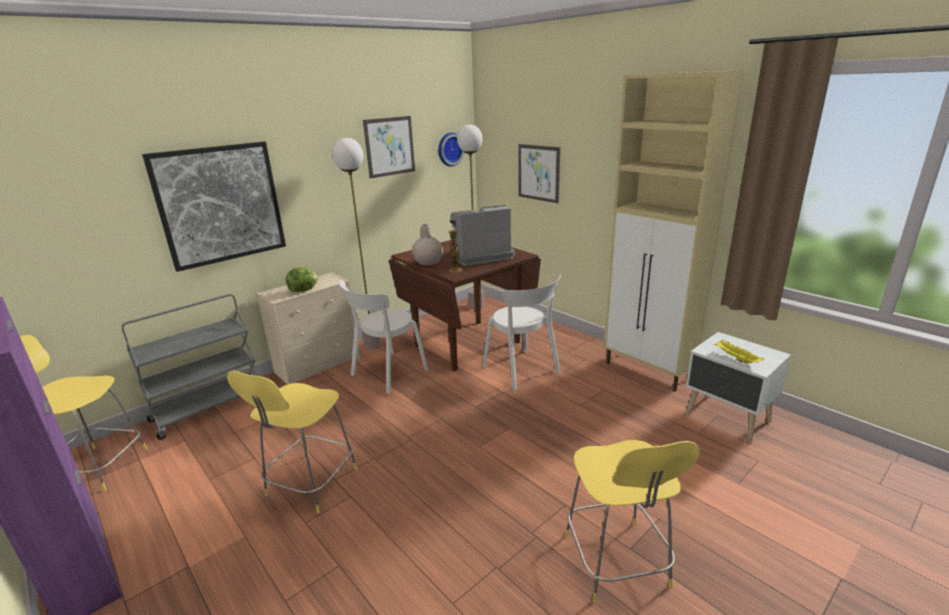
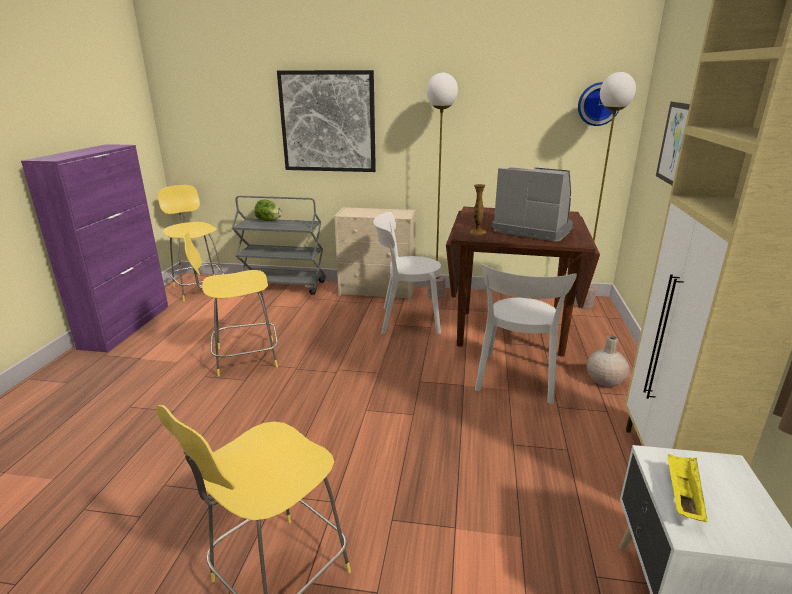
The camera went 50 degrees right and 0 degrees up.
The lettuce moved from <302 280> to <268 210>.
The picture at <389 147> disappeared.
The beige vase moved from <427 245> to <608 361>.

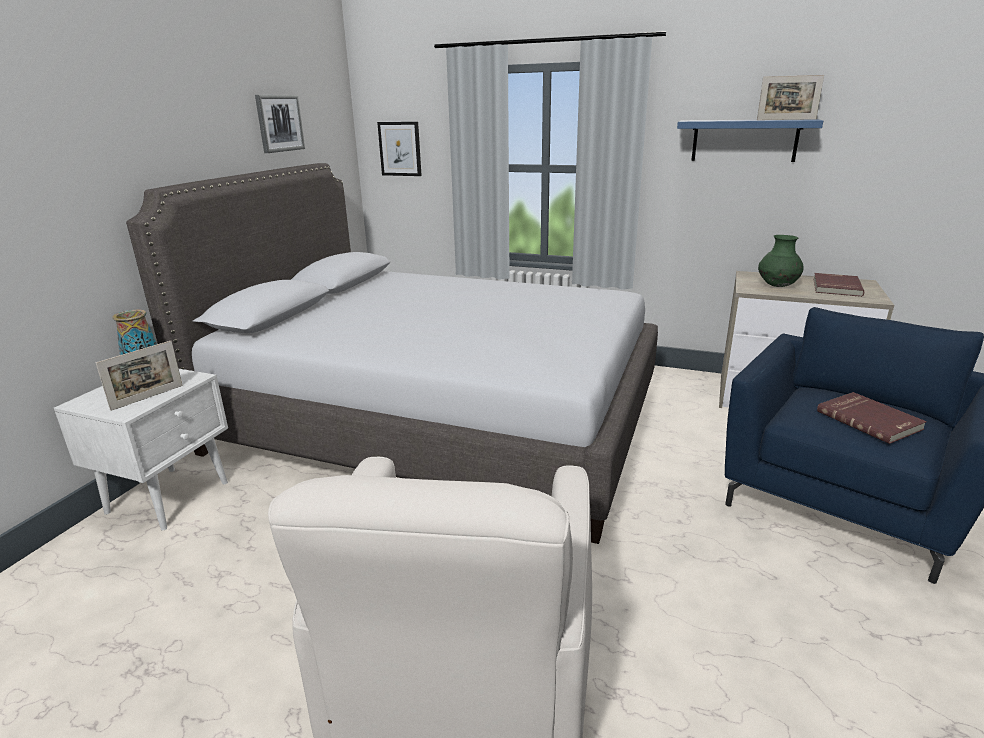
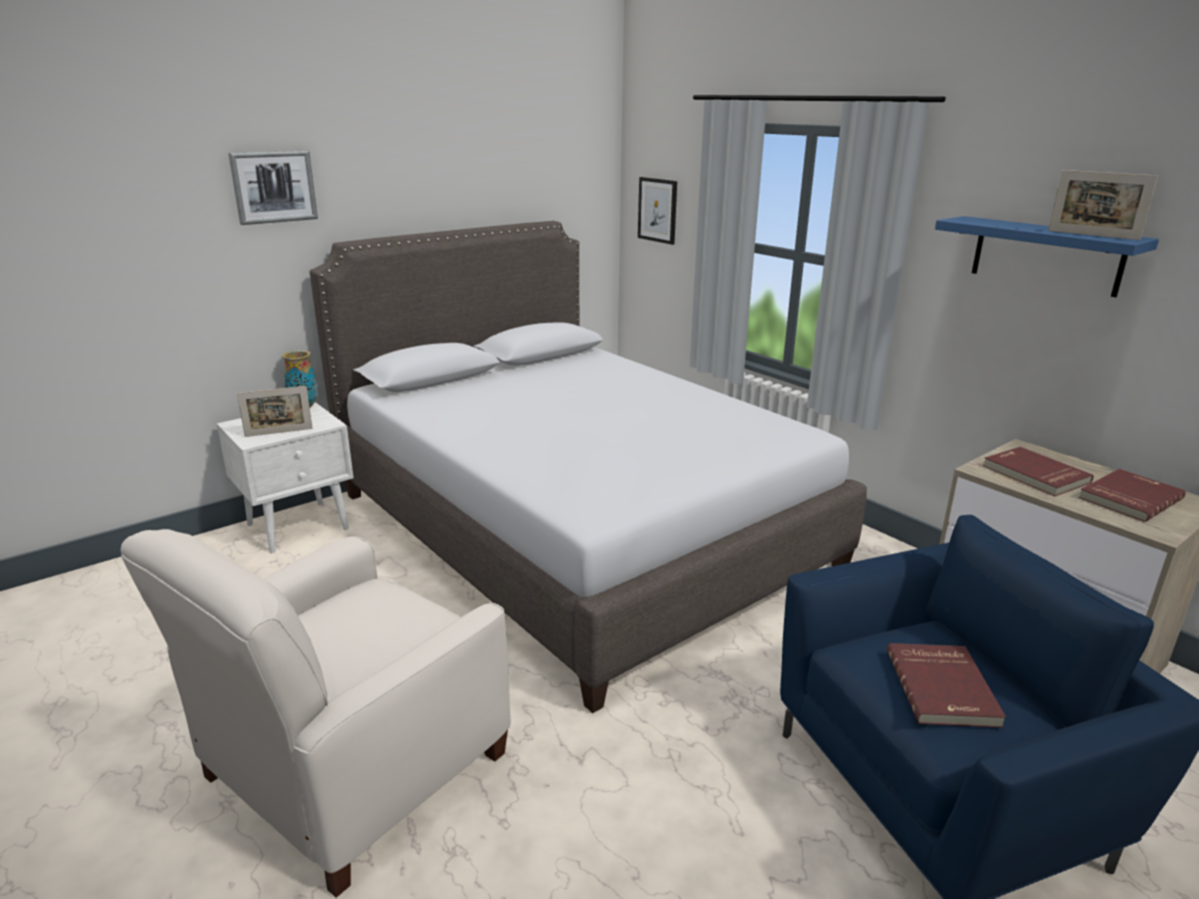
The camera went 30 degrees right and 0 degrees up.
The picture moved from <280 124> to <273 188>.
The green vase at <781 261> was replaced by the red book at <1038 471>.

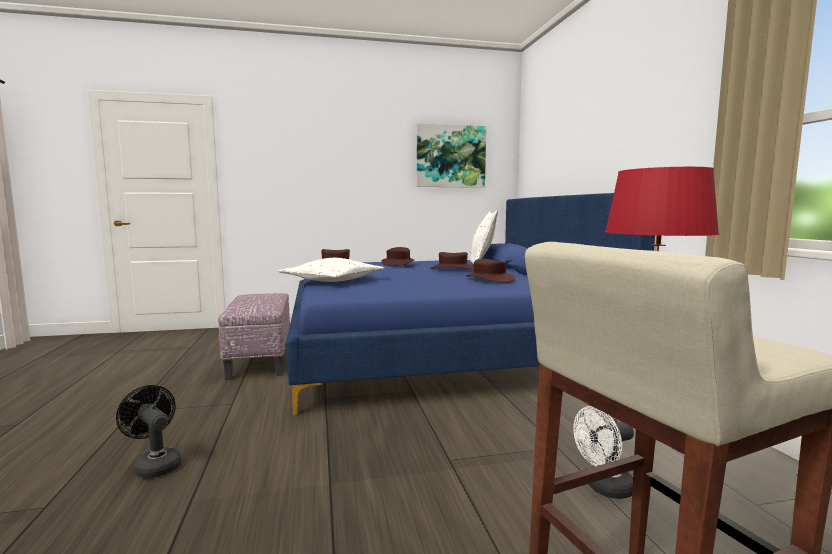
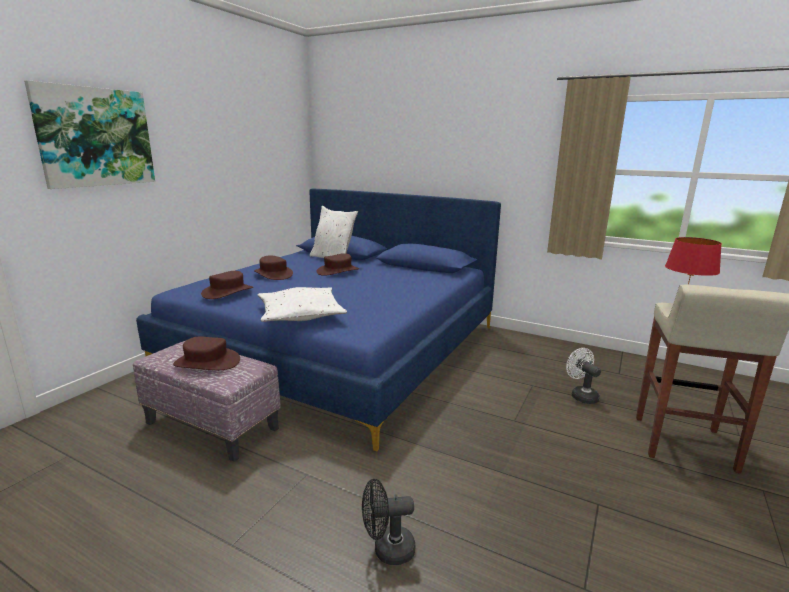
The camera went 50 degrees left and 10 degrees up.
The picture moved from <451 155> to <89 134>.
The brown hat moved from <490 271> to <206 353>.
The white fan at <603 452> turned 135 degrees clockwise.

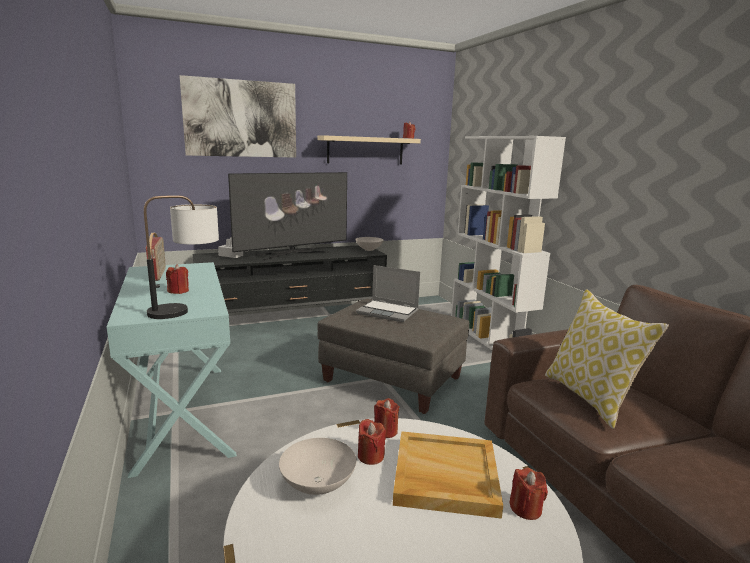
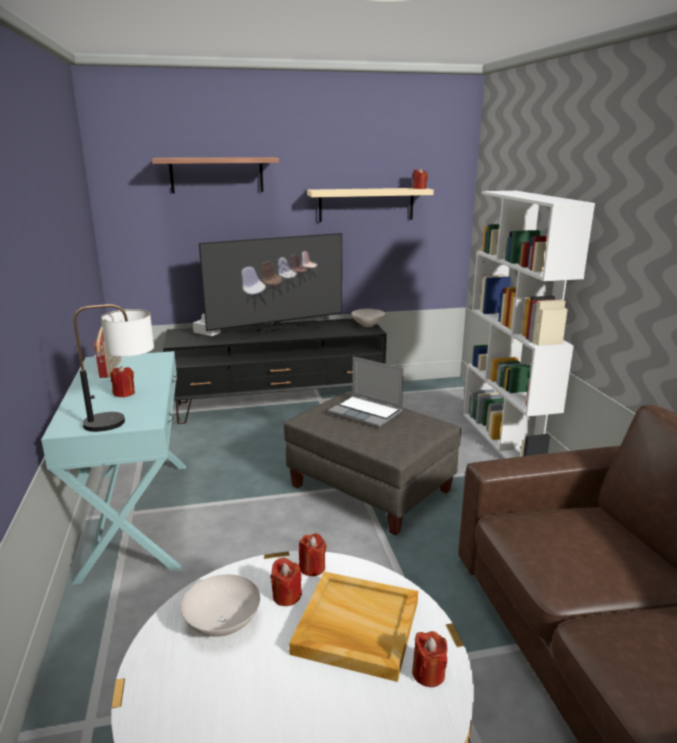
The camera went 10 degrees right and 5 degrees up.
The picture at <237 116> was replaced by the shelf at <215 175>.
The pillow at <607 359> disappeared.

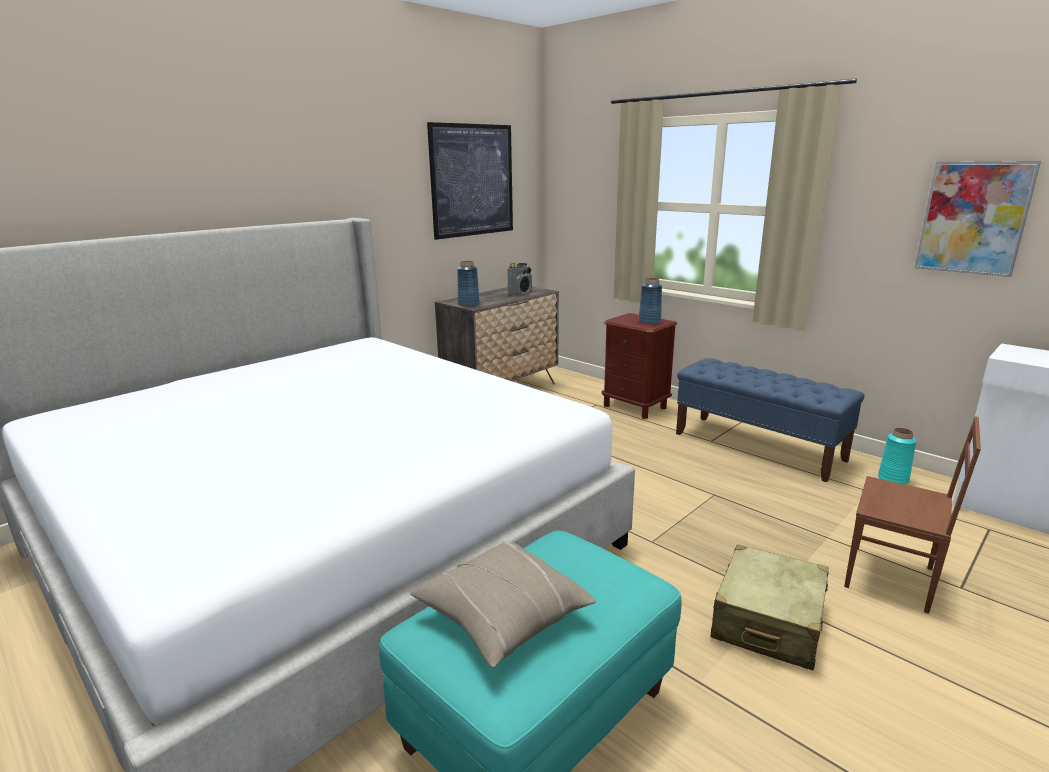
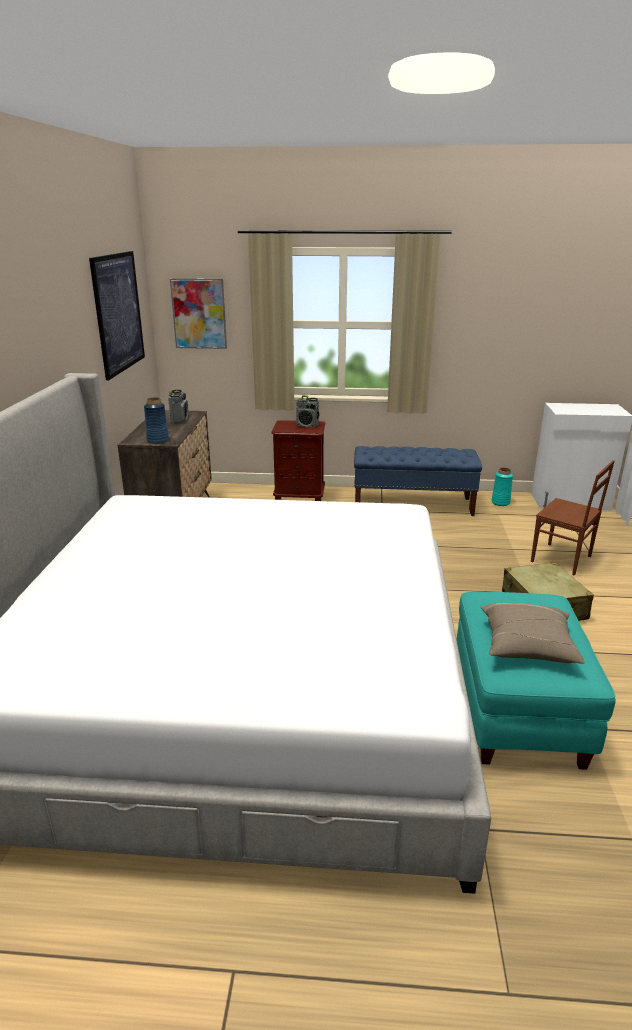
The camera went 40 degrees left and 5 degrees up.
The blue vase at <650 301> was replaced by the radio at <307 411>.
The brown chair at <912 515> turned 45 degrees clockwise.
The picture moved from <978 219> to <198 313>.

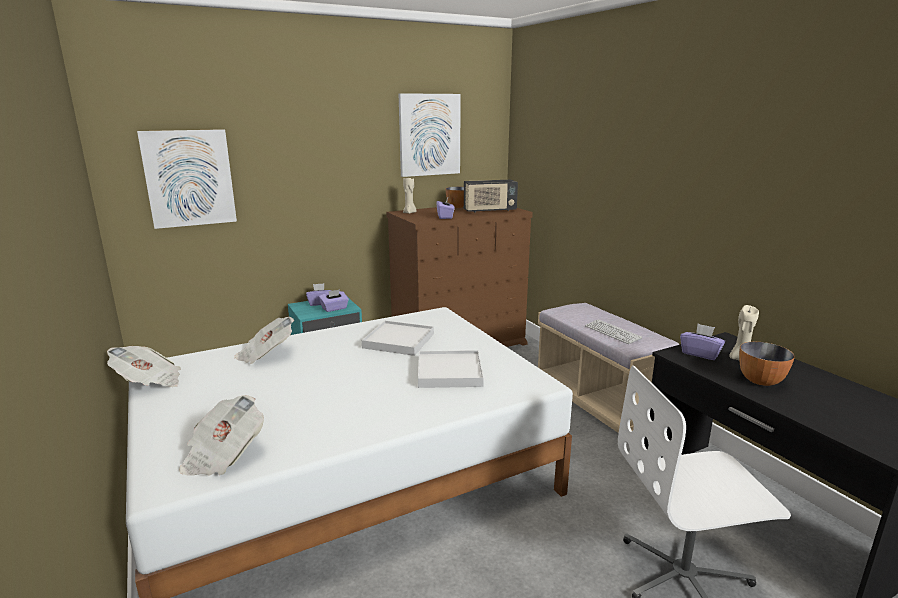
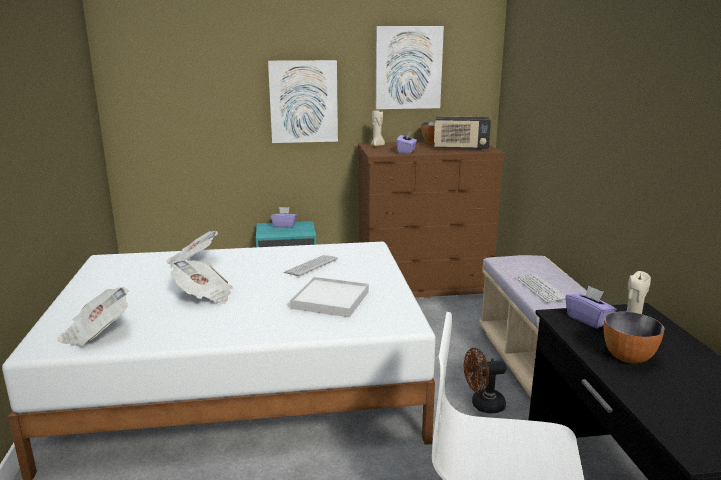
The camera went 20 degrees right and 0 degrees up.
The newspaper moved from <144 366> to <201 282>.
The picture moved from <187 179> to <303 101>.
The purple tissue box at <334 301> disappeared.
The white tray at <398 338> was replaced by the keyboard at <311 266>.
The brown fan at <485 381> appeared.

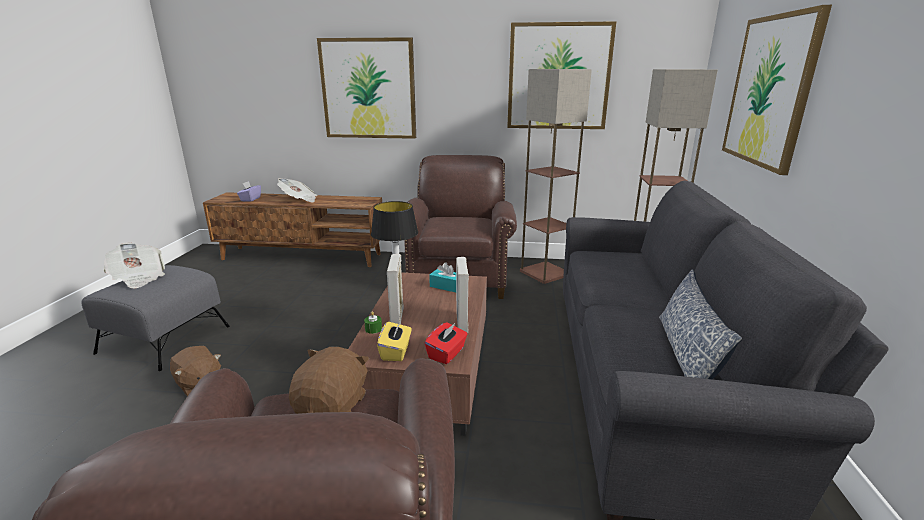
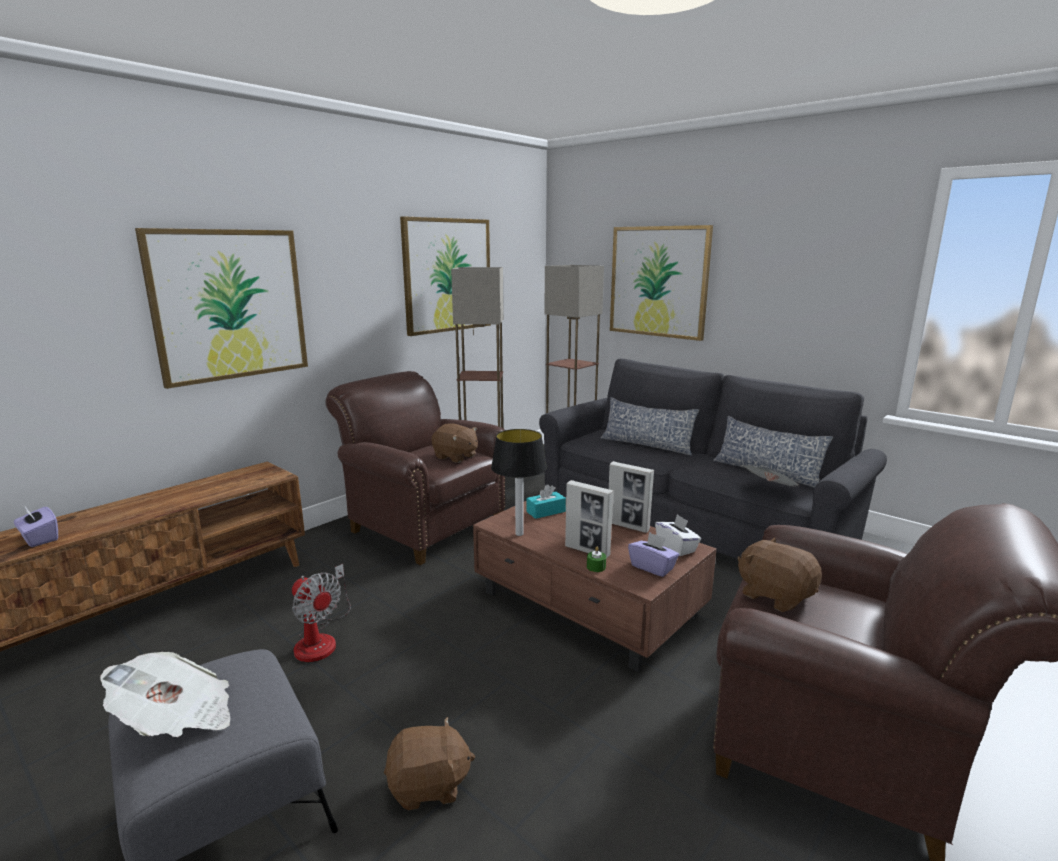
The camera went 55 degrees left and 5 degrees down.
The newspaper moved from <297 190> to <770 475>.
The yellow tissue box at <394 340> became the purple tissue box at <653 554>.
The red tissue box at <446 343> became the white tissue box at <678 535>.
The fan at <321 613> appeared.
The brown plush toy at <455 443> appeared.
The pillow at <649 426> appeared.

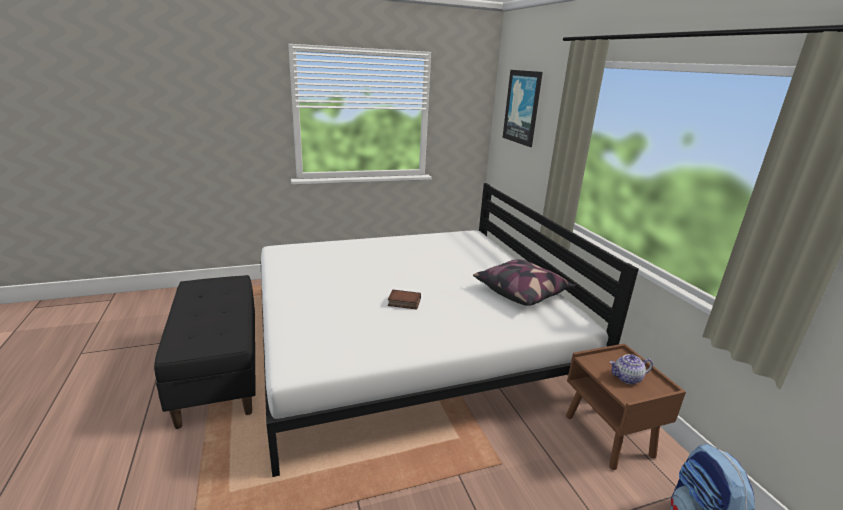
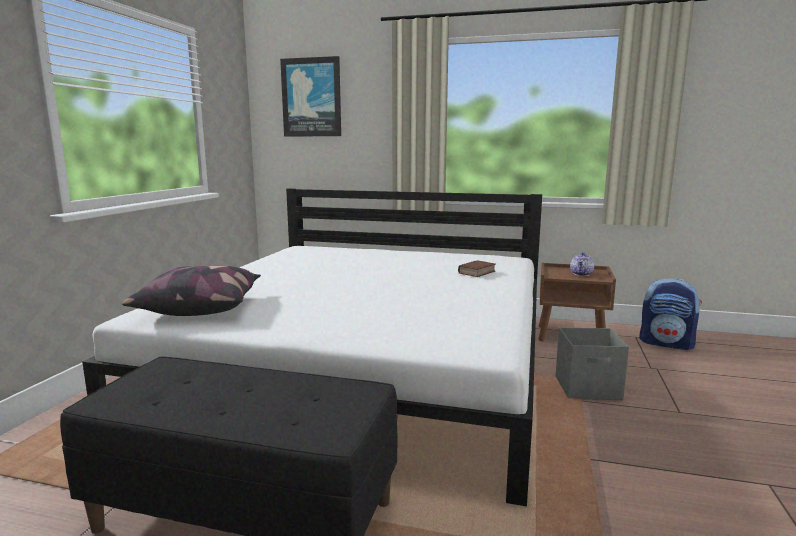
The camera went 55 degrees left and 10 degrees down.
The book moved from <404 300> to <477 268>.
The pillow moved from <524 282> to <191 291>.
The grey storage box at <592 363> appeared.

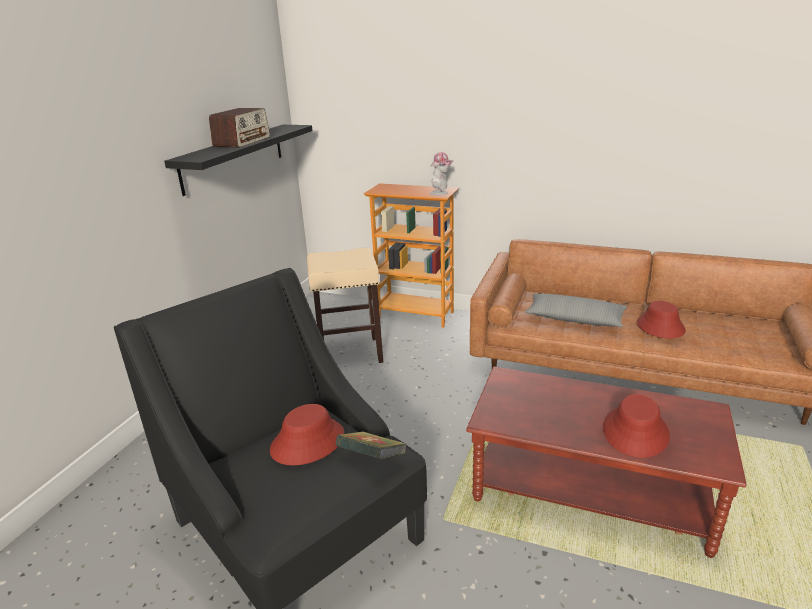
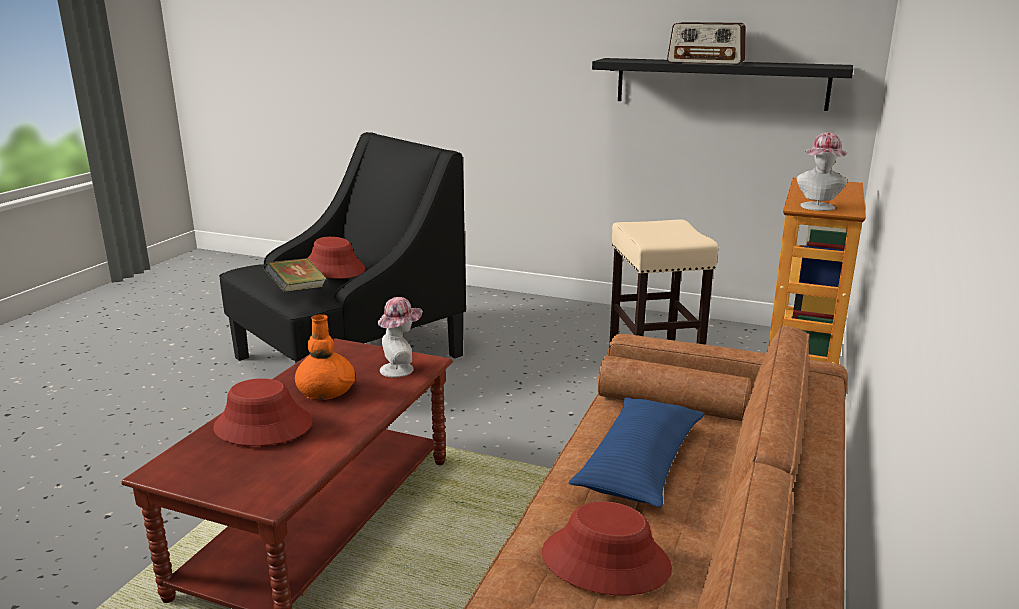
The camera went 90 degrees right and 5 degrees down.
The grey pillow at <576 310> became the blue pillow at <636 452>.
The orange vase at <325 357> appeared.
The hat at <400 337> appeared.

